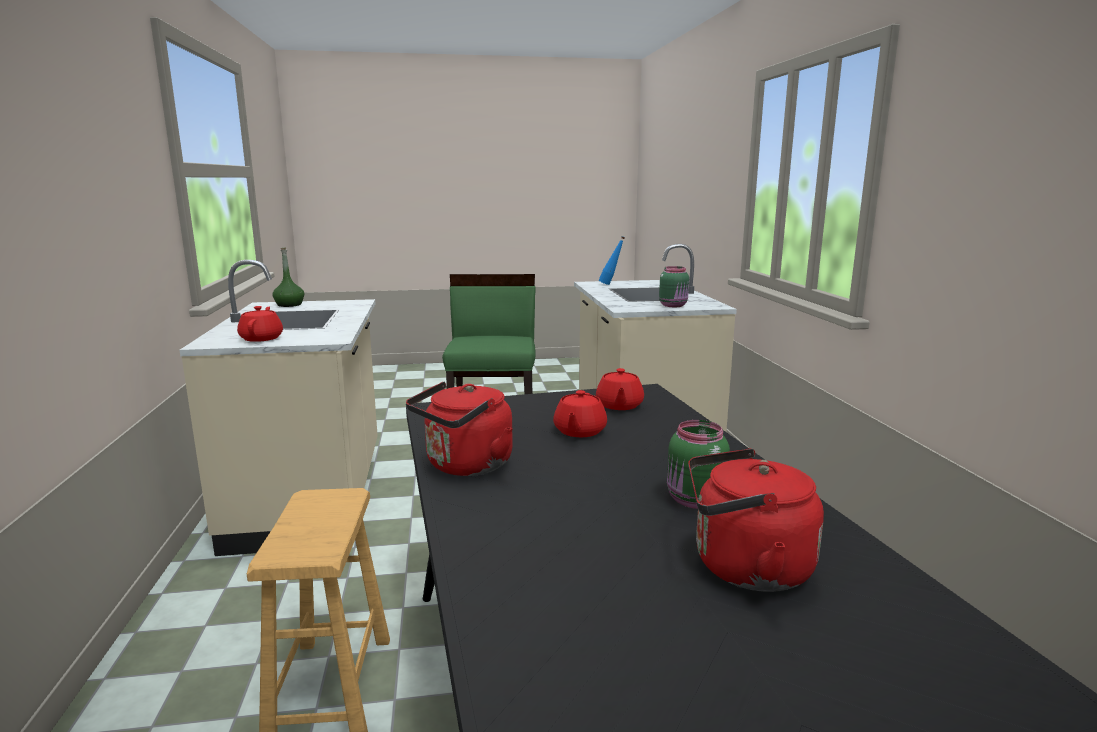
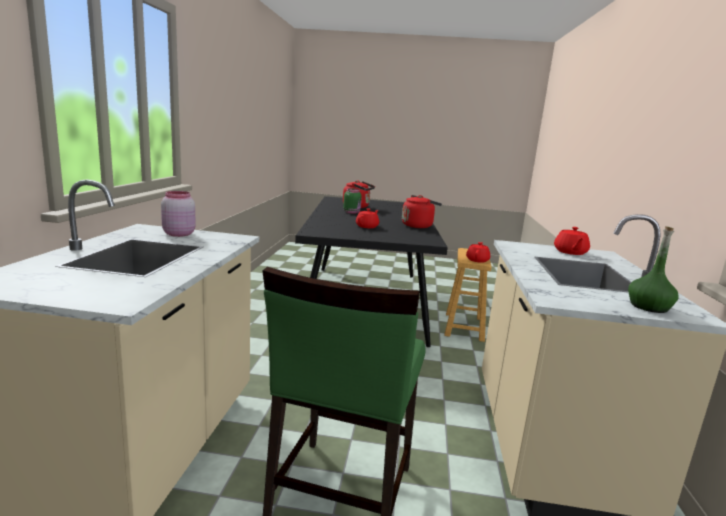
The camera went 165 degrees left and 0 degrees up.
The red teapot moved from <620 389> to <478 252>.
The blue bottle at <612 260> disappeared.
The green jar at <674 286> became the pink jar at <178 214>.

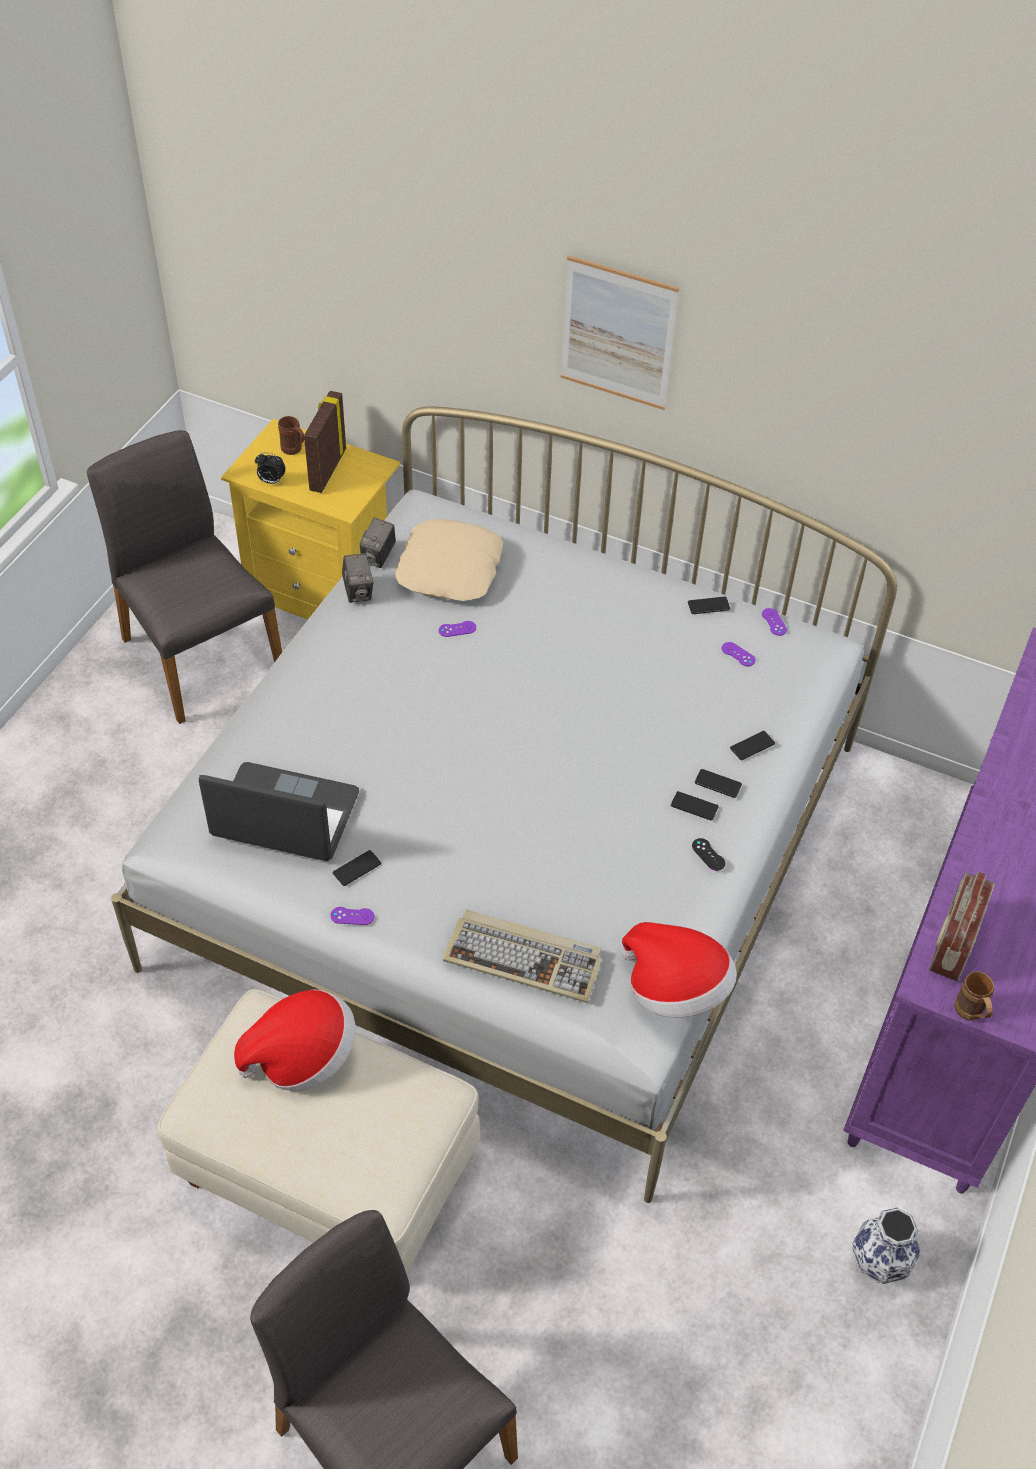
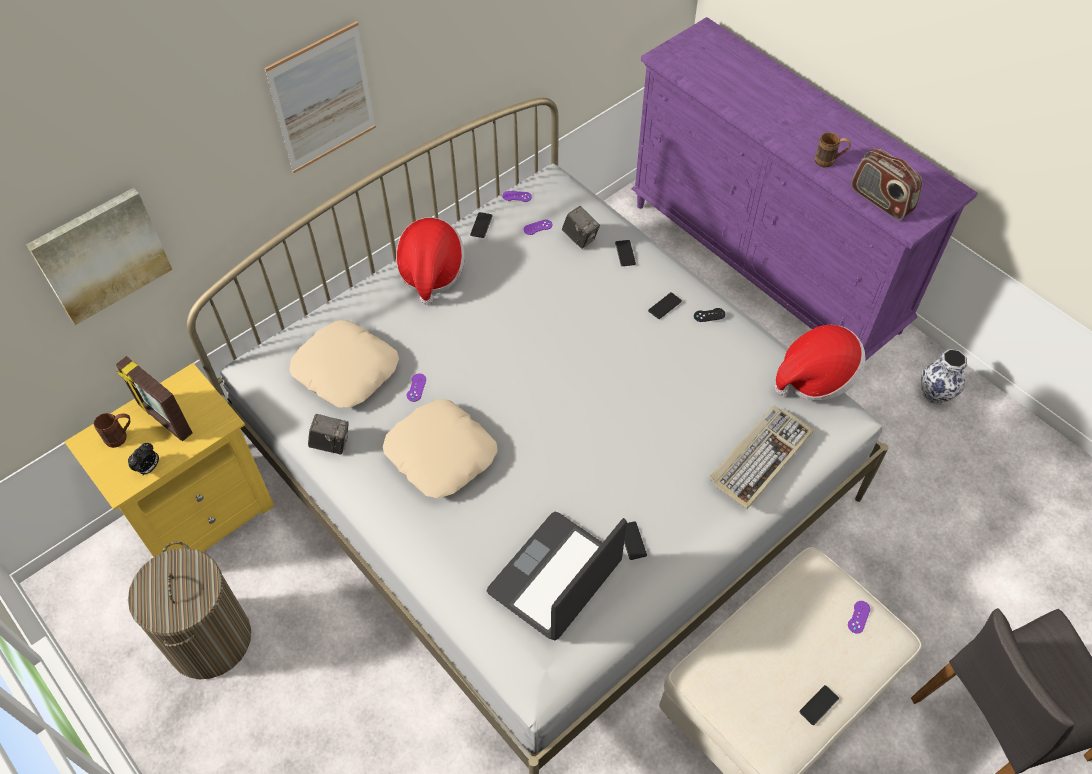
The camera went 65 degrees left and 5 degrees up.
The grey chair at <184 577> was replaced by the laundry basket at <189 610>.
The hat moved from <294 1040> to <430 261>.
The purple game controller moved from <352 916> to <859 617>.
The photo camera moved from <378 543> to <581 227>.
The phone moved from <718 783> to <819 705>.
The brown mug moved from <974 996> to <833 150>.
The picture at <99 256> appeared.
The beige pillow at <440 448> appeared.

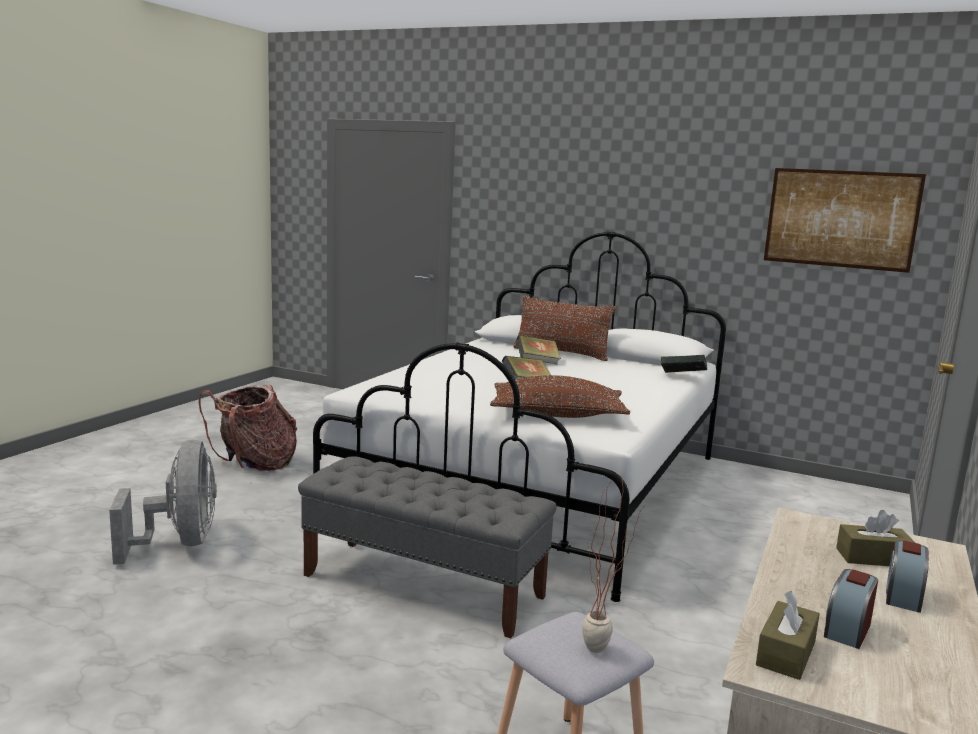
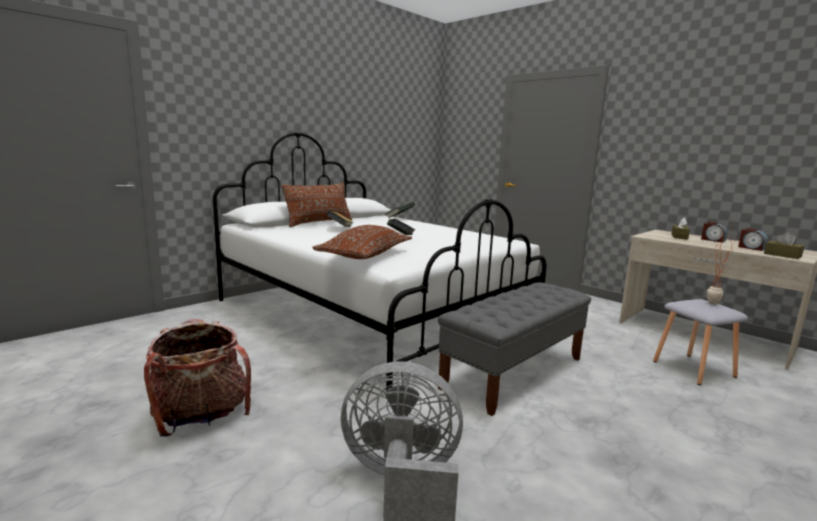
The camera went 70 degrees left and 0 degrees up.
The brown pillow moved from <560 396> to <362 242>.
The picture at <845 220> disappeared.

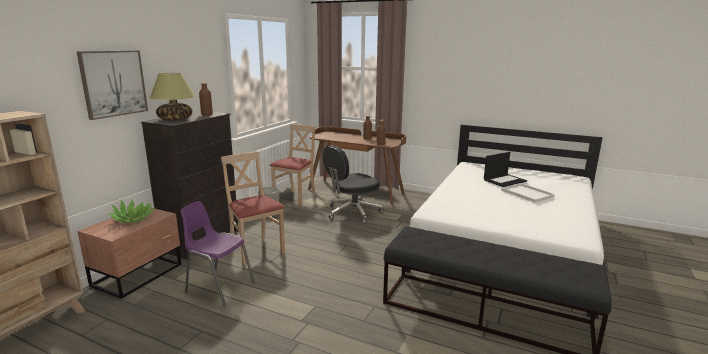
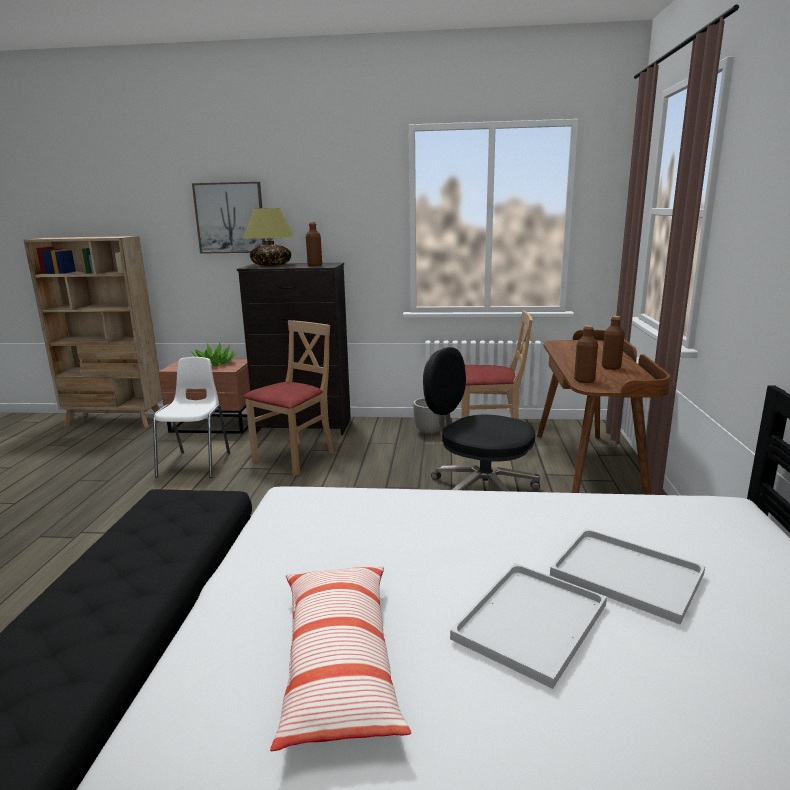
The camera went 70 degrees right and 0 degrees up.
The purple chair at <217 253> became the white chair at <191 417>.
The laptop at <505 169> was replaced by the white tray at <627 576>.
The pillow at <340 658> appeared.

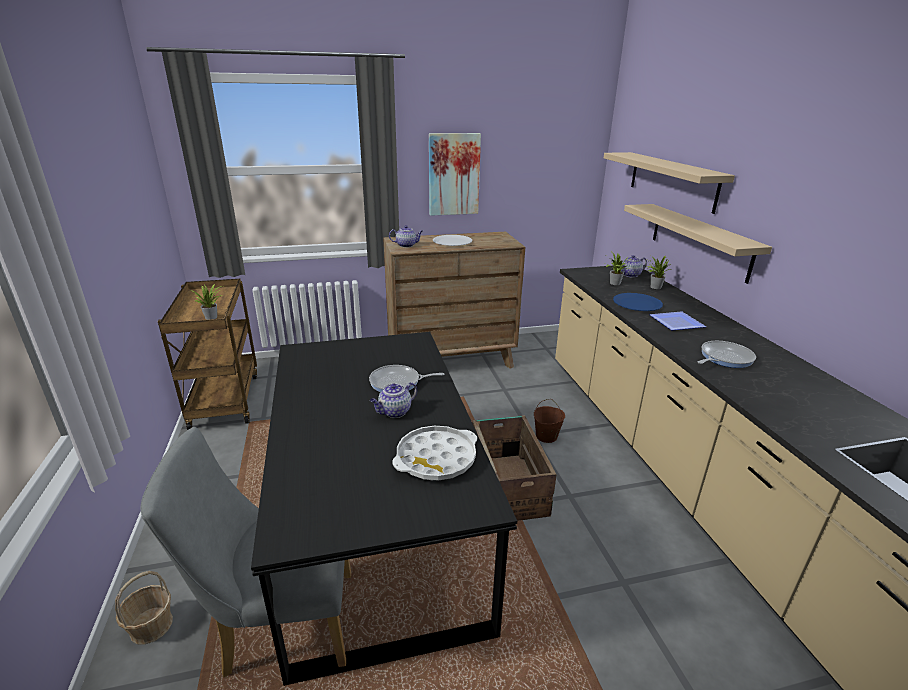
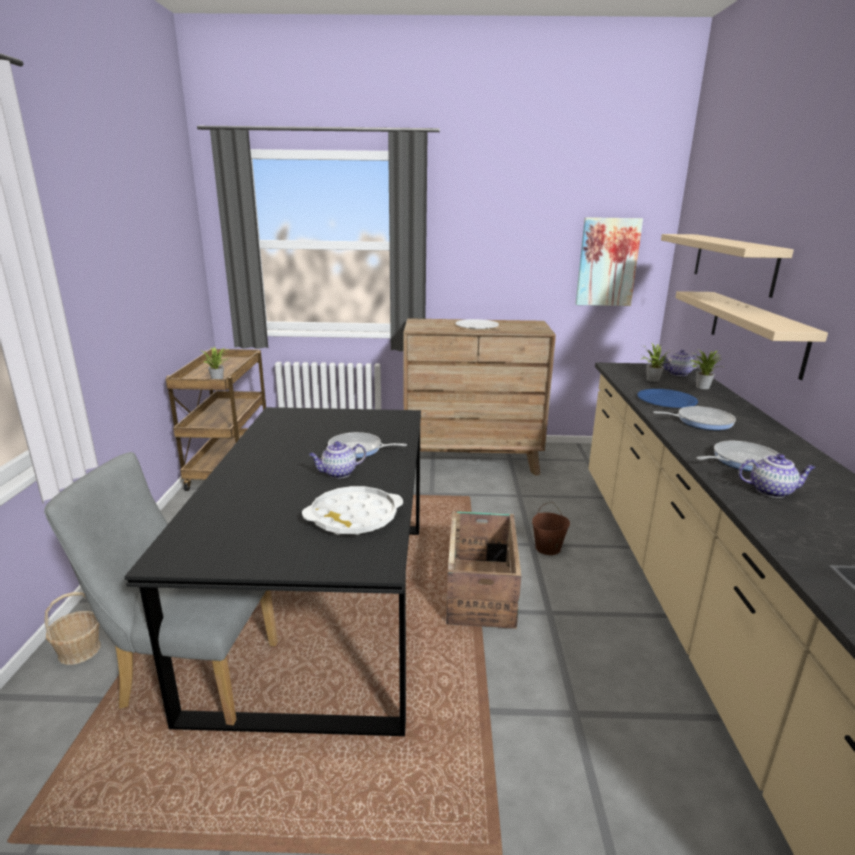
The camera went 15 degrees right and 5 degrees down.
The teapot moved from <406 236> to <777 476>.
The picture moved from <455 174> to <609 261>.
The plate at <678 321> was replaced by the frying pan at <694 418>.

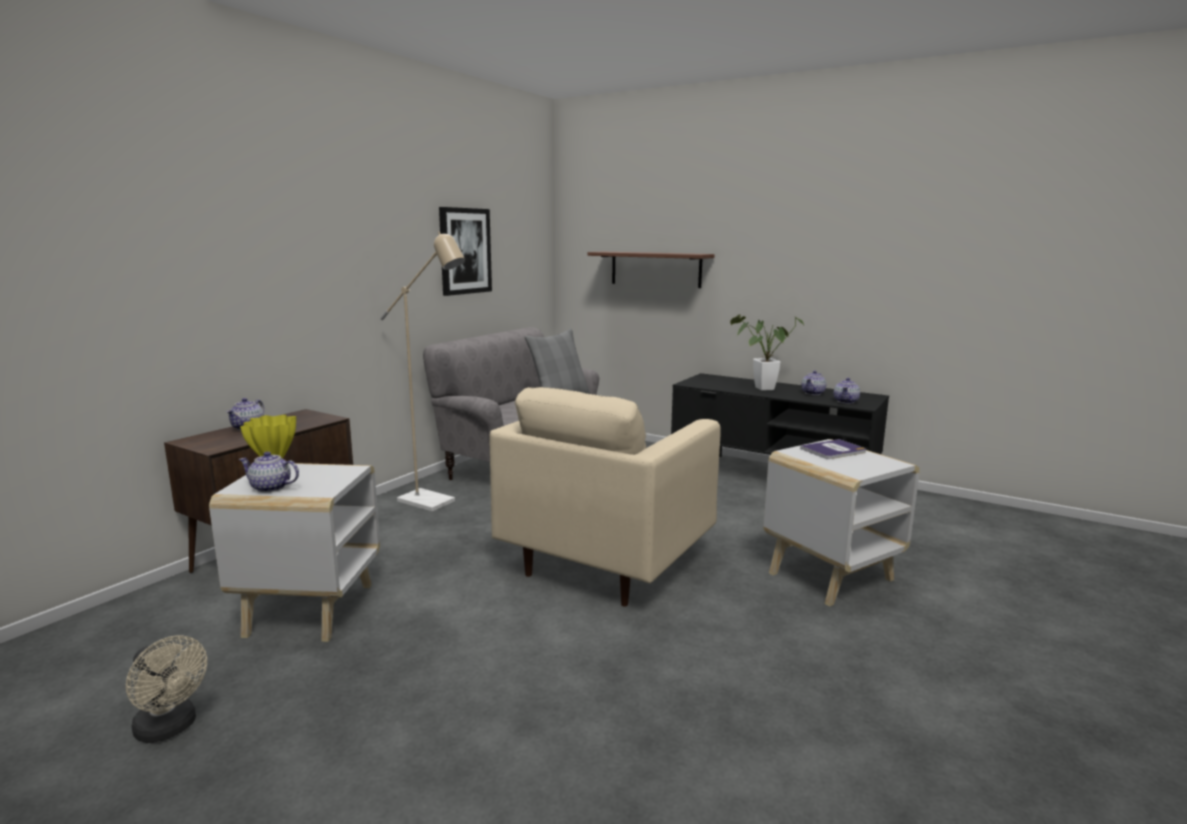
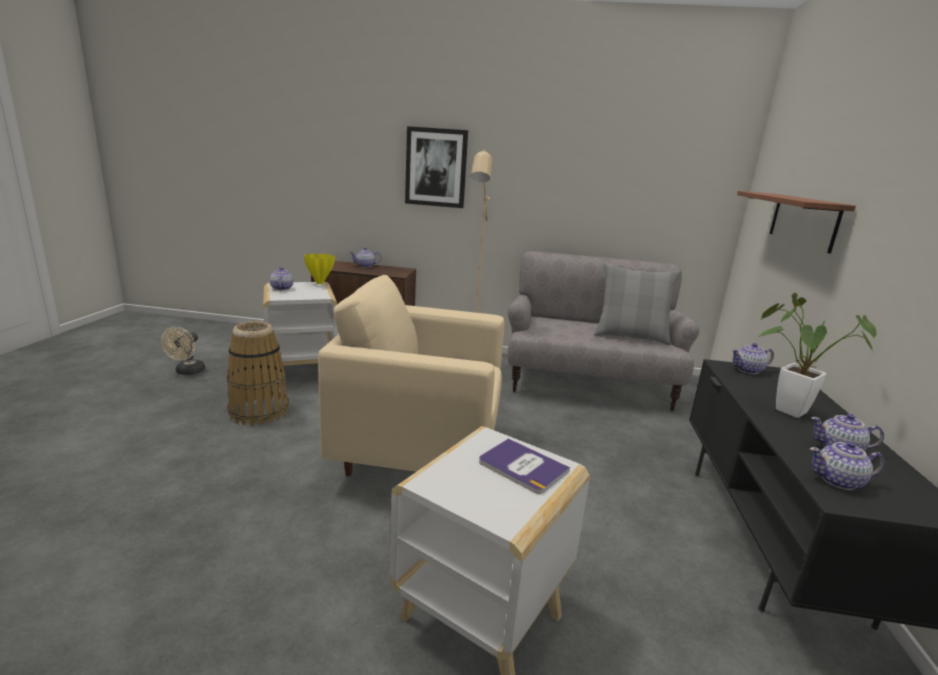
The camera went 65 degrees right and 5 degrees up.
The picture moved from <465 251> to <436 167>.
The basket at <258 373> appeared.
The teapot at <753 358> appeared.

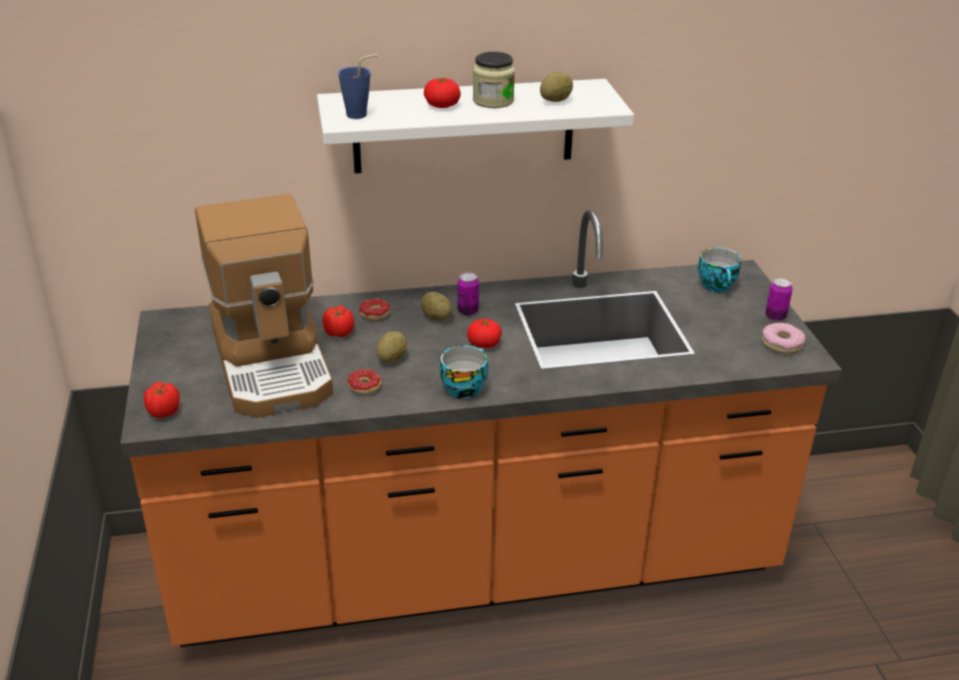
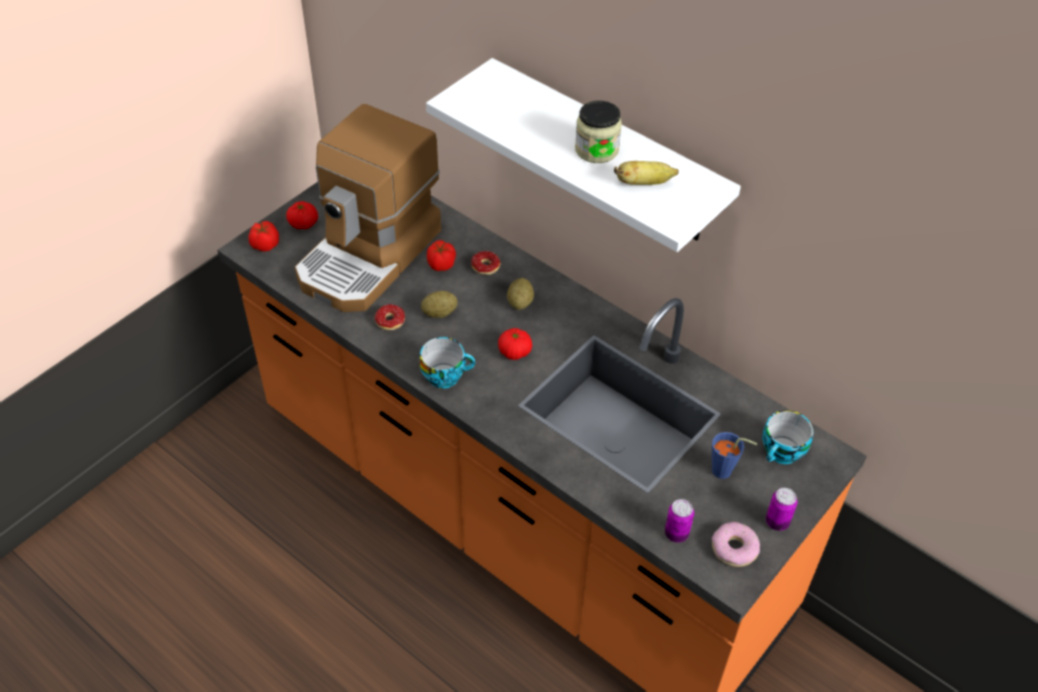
The camera went 50 degrees right and 15 degrees up.
The blue cup moved from <358 86> to <734 455>.
The tomato moved from <442 93> to <302 215>.
The can moved from <468 294> to <679 521>.
The potato at <556 86> was replaced by the banana at <646 173>.

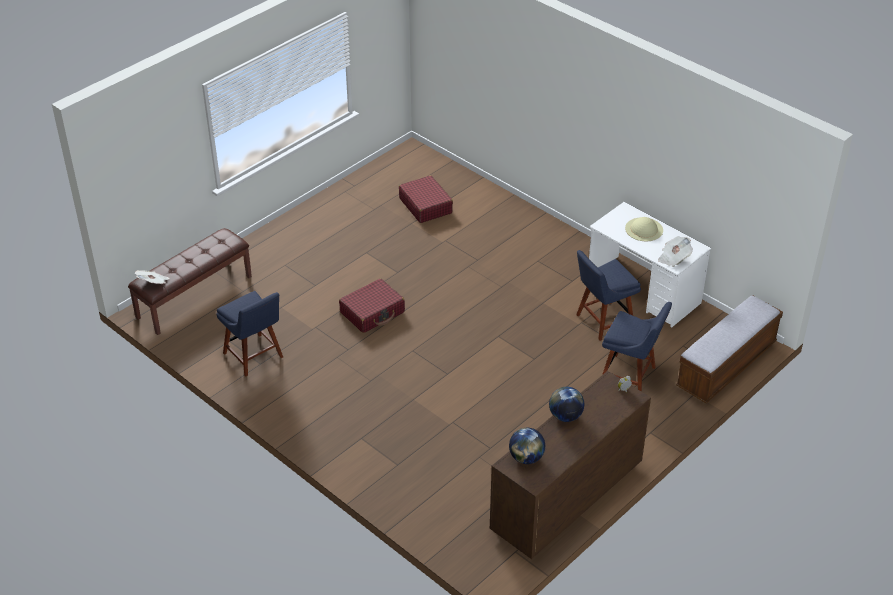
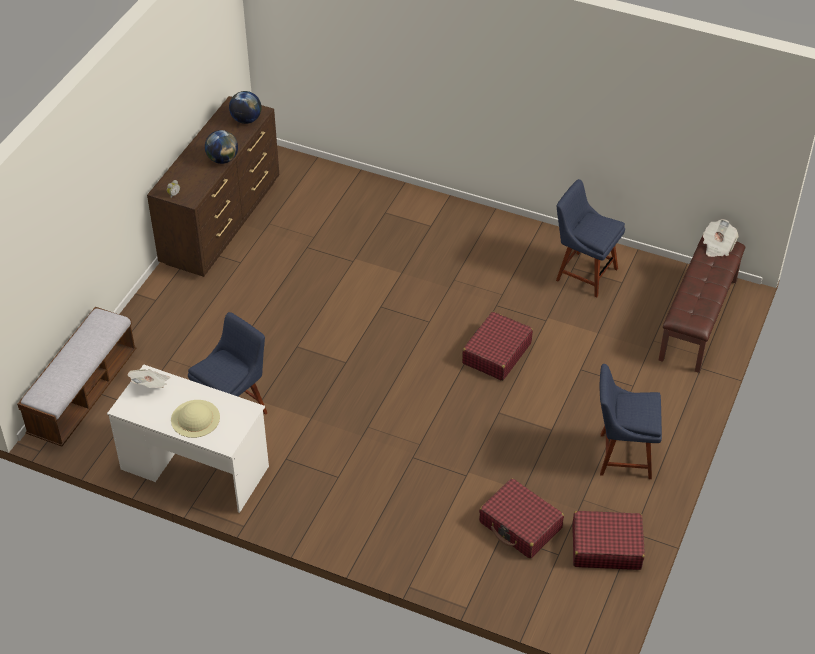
The camera went 160 degrees right and 5 degrees up.
The blue chair moved from <637 347> to <631 421>.
The red suitcase at <608 540> appeared.

